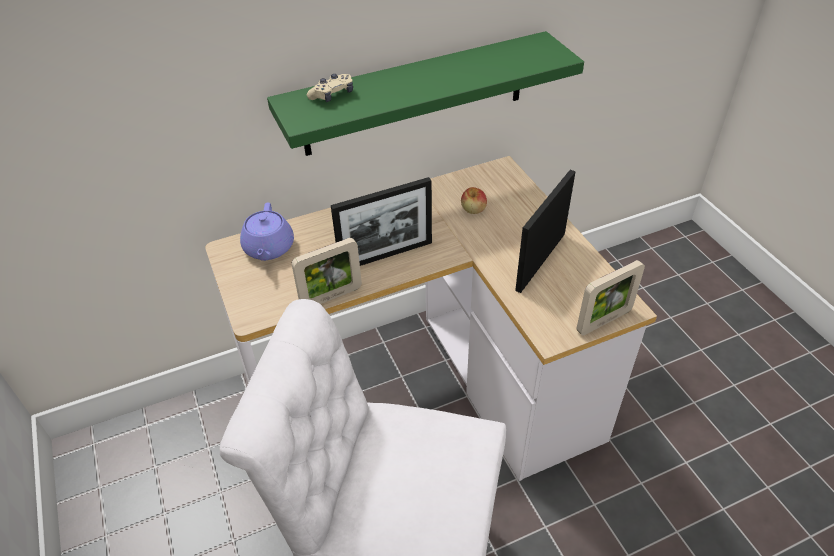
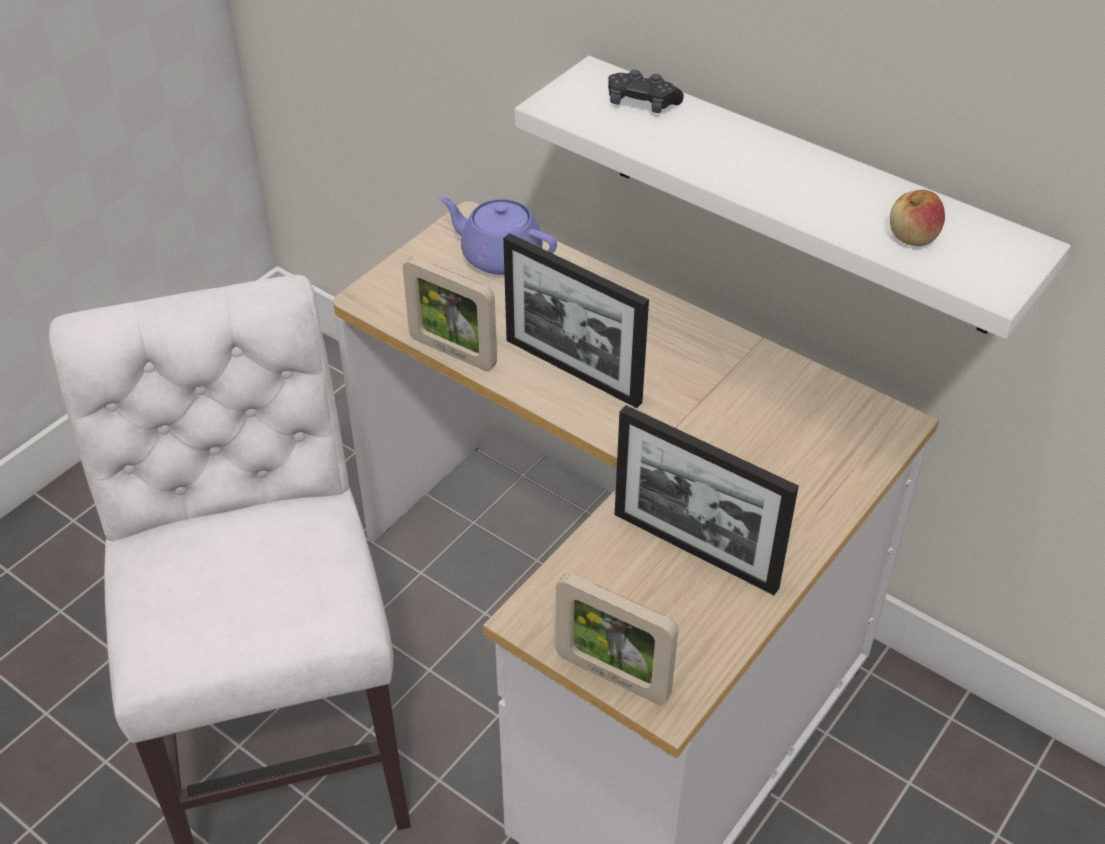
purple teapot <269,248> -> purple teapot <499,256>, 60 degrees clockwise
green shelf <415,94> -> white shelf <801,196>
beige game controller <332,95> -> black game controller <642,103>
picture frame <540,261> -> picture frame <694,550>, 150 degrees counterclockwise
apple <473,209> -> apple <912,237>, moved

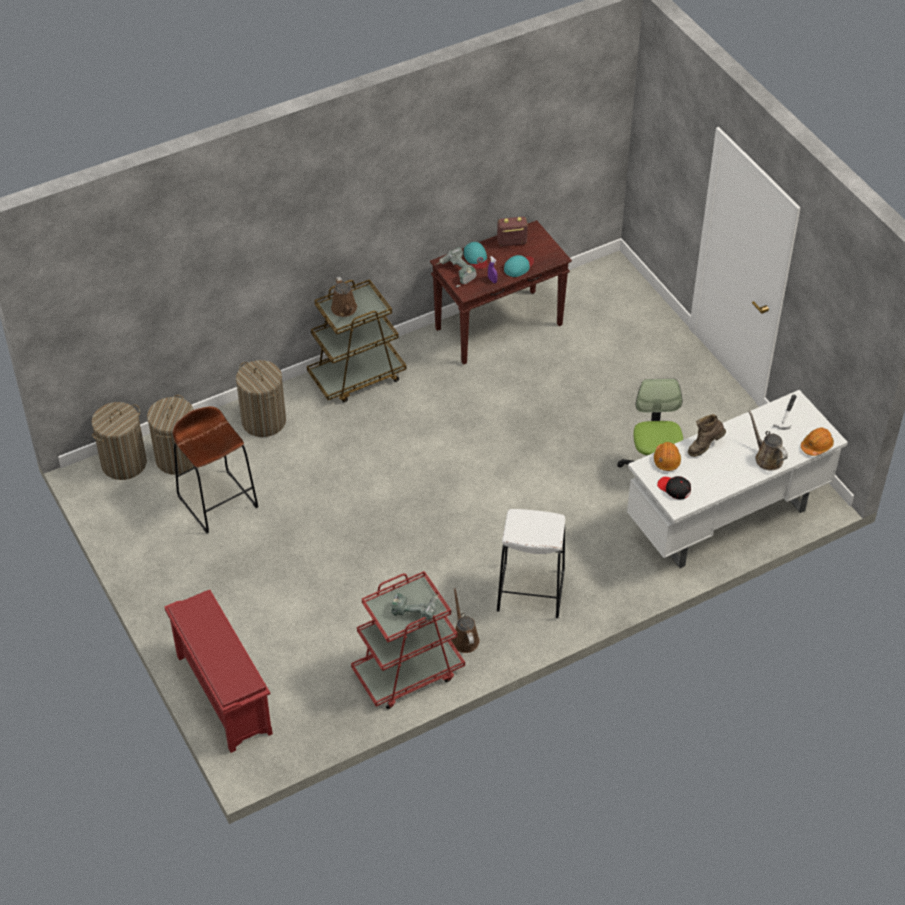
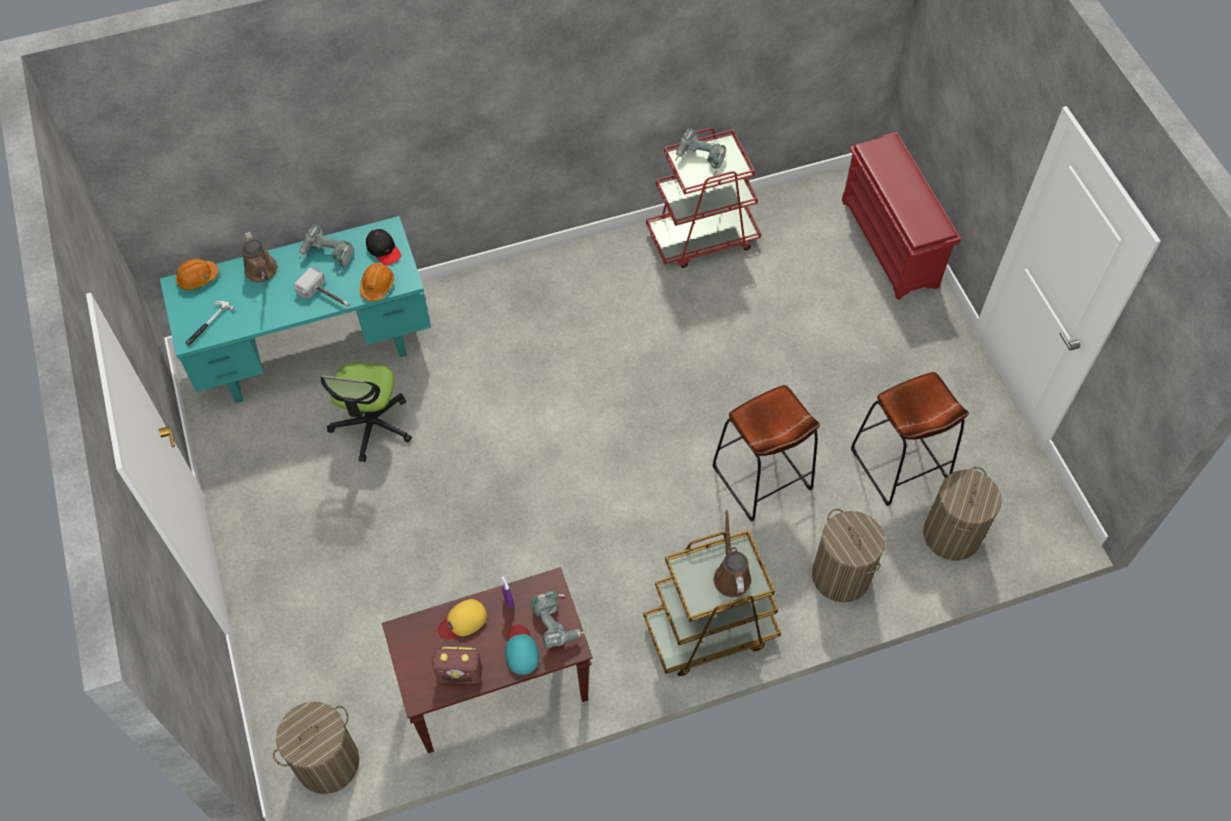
white desk <727,520> -> turquoise desk <315,351>
laundry basket <124,463> -> laundry basket <328,762>, moved
brown boot <704,446> -> hammer <326,296>
none -> power drill <327,256>
turquoise cap <518,267> -> yellow cap <463,621>
none -> brown stool <761,478>
brown watering can <464,638> -> none
white stool <530,591> -> none

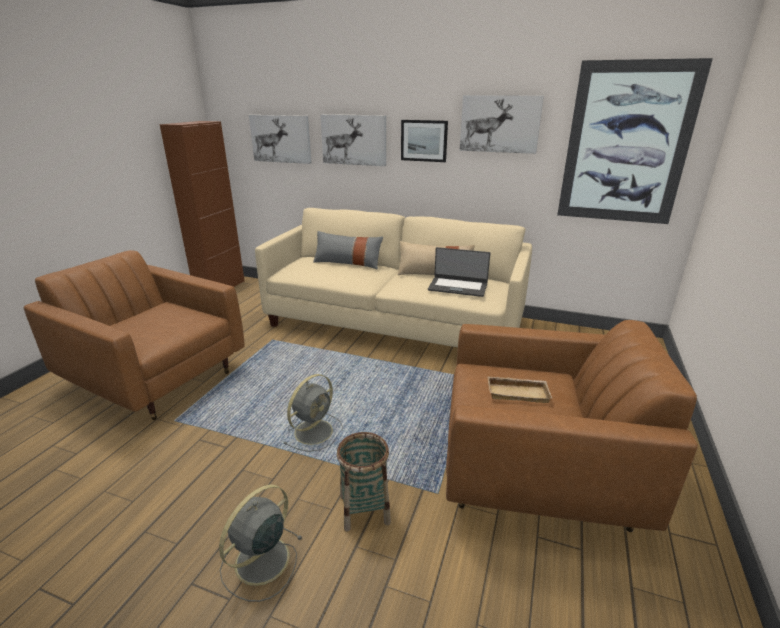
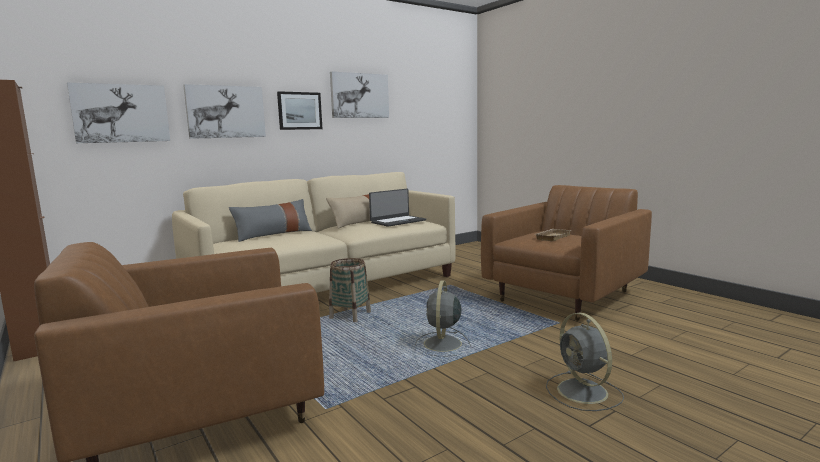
basket <365,509> -> basket <350,315>, moved
grey fan <315,431> -> grey fan <442,345>, 150 degrees counterclockwise
picture <626,145> -> none

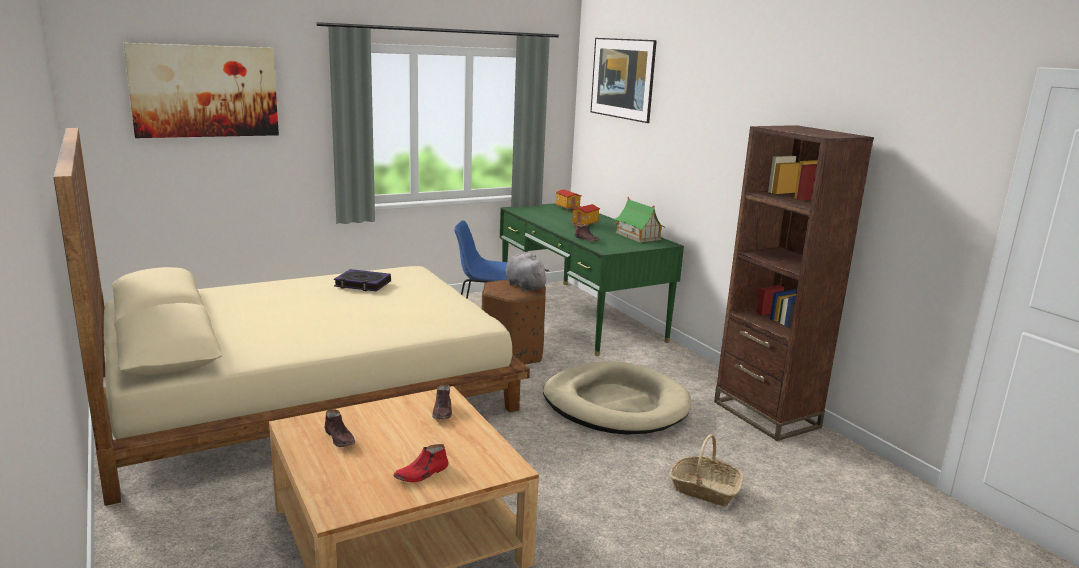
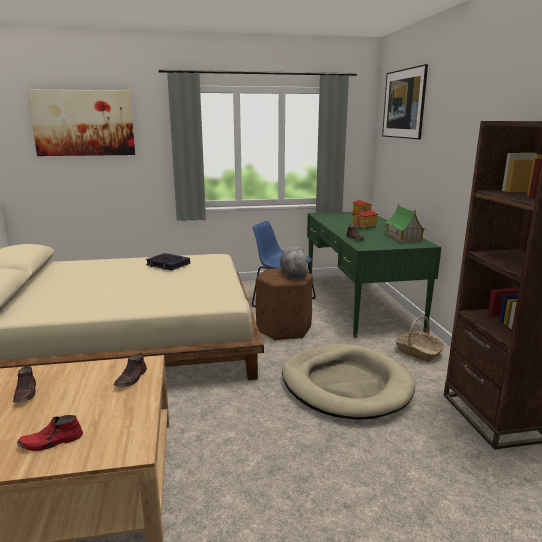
basket <704,489> -> basket <418,352>, moved

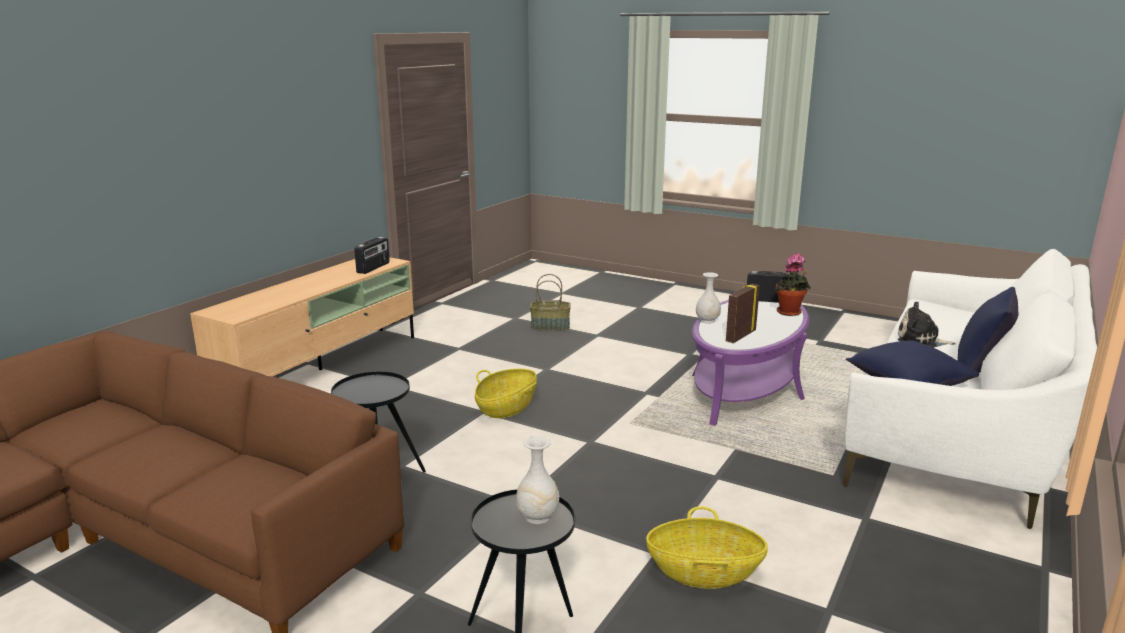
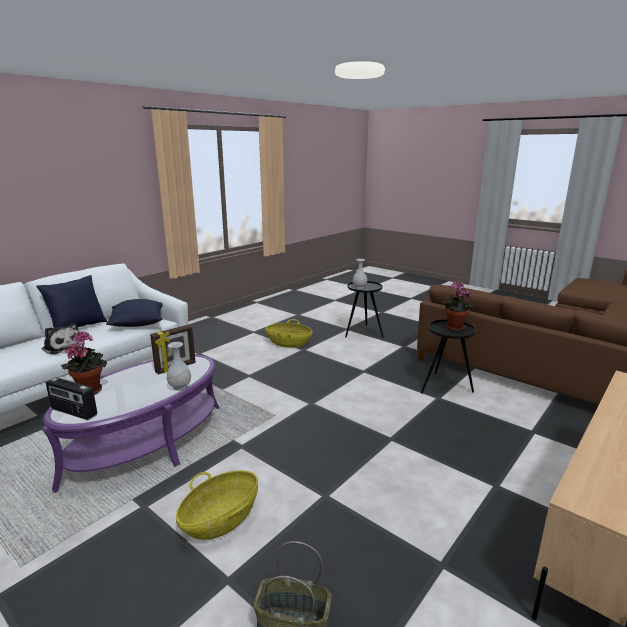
basket <506,407> -> basket <221,519>, moved
none -> potted plant <454,328>
radio <374,268> -> none

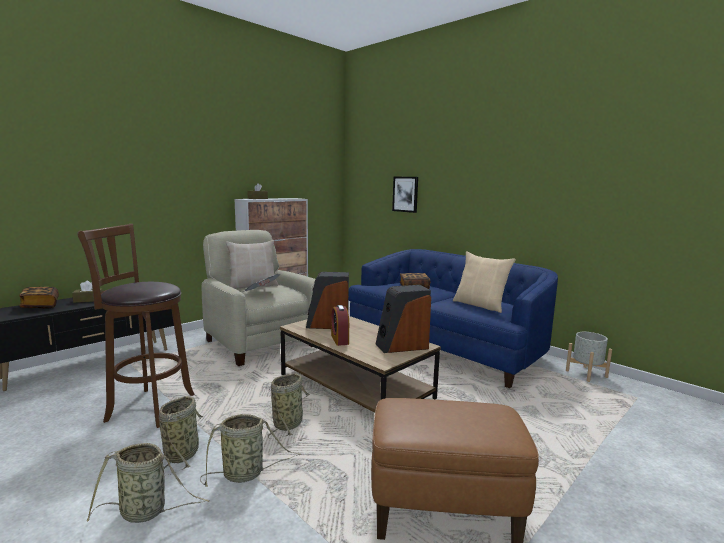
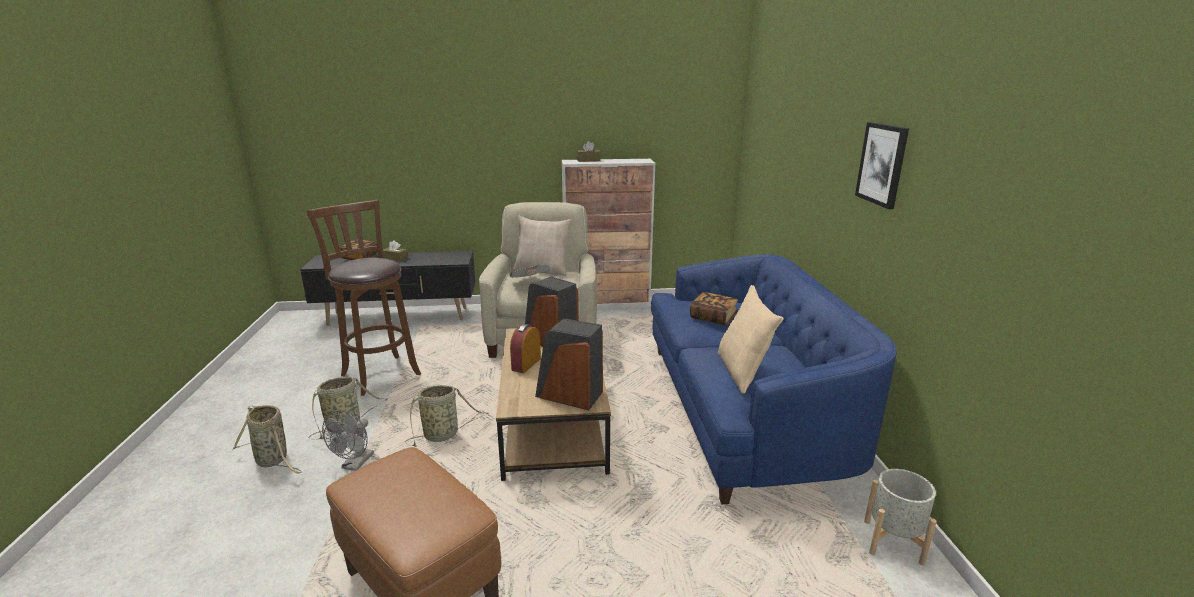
basket <246,474> -> grey fan <355,464>
picture <405,194> -> picture <882,164>, moved

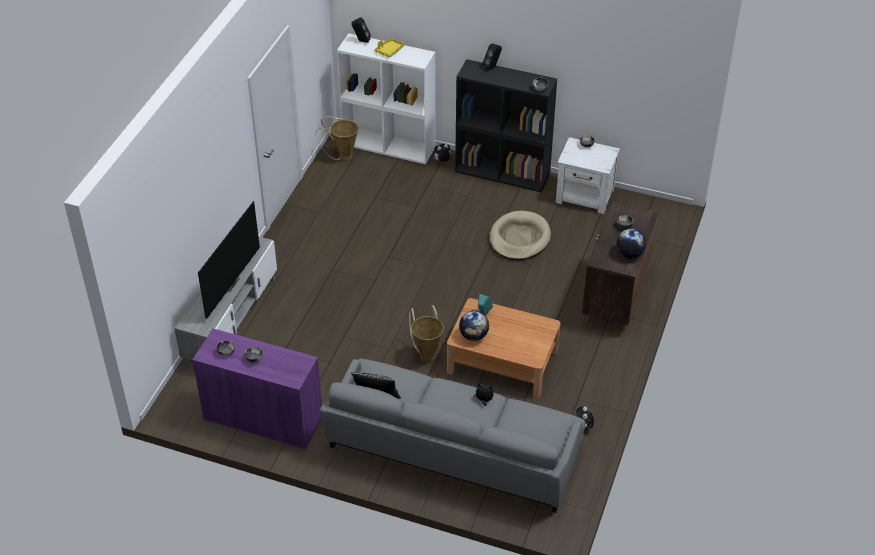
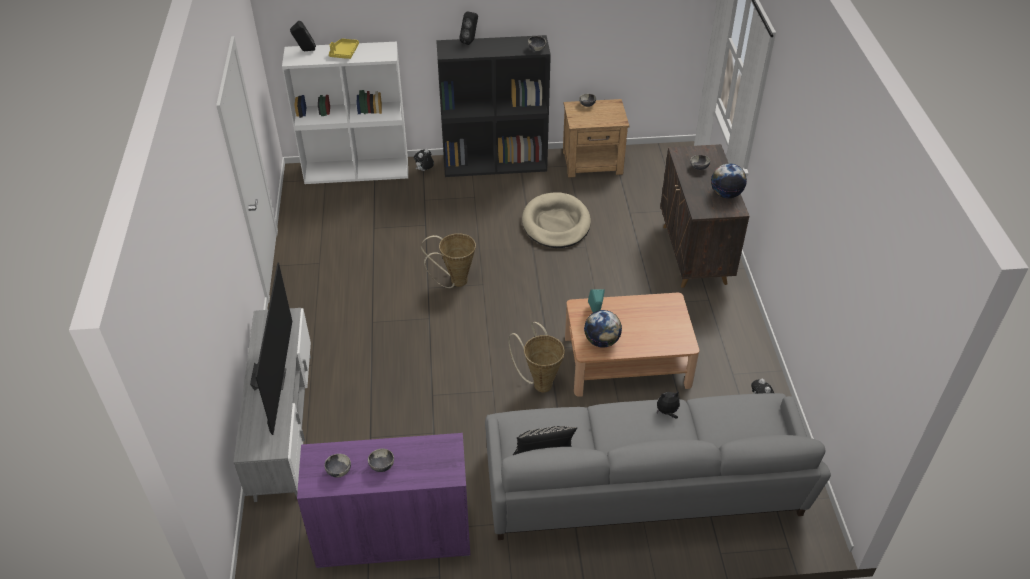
basket <342,157> -> basket <454,282>, moved
white nightstand <585,197> -> brown nightstand <593,163>

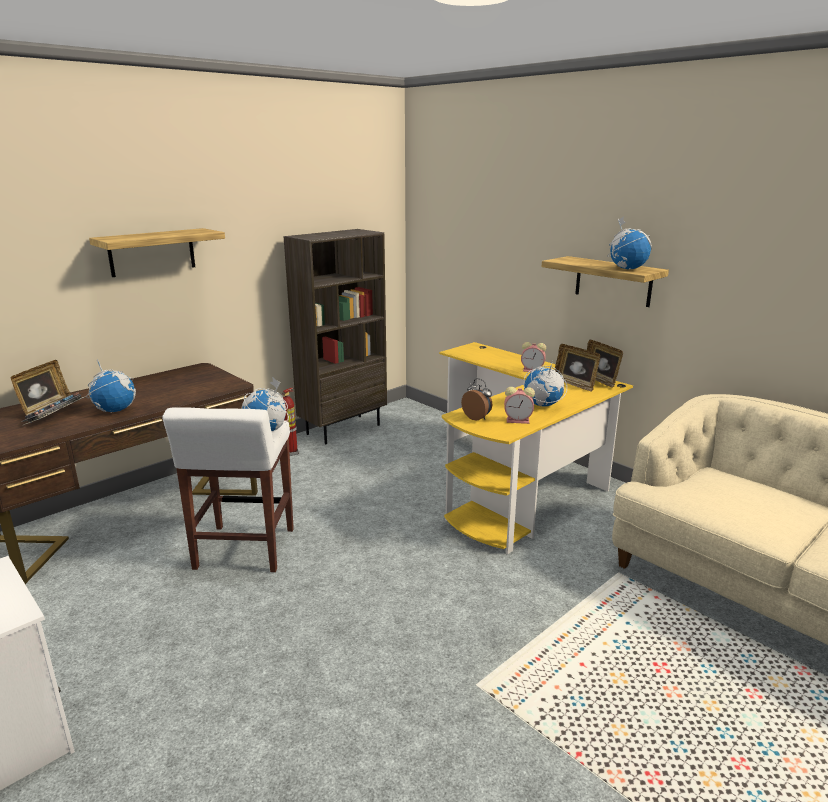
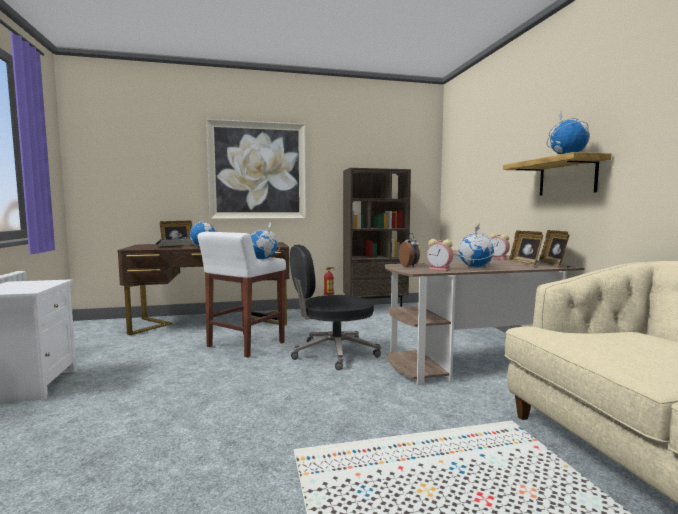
shelf <152,252> -> picture <258,171>
none -> black office chair <333,353>
yellow desk <519,482> -> brown desk <477,351>

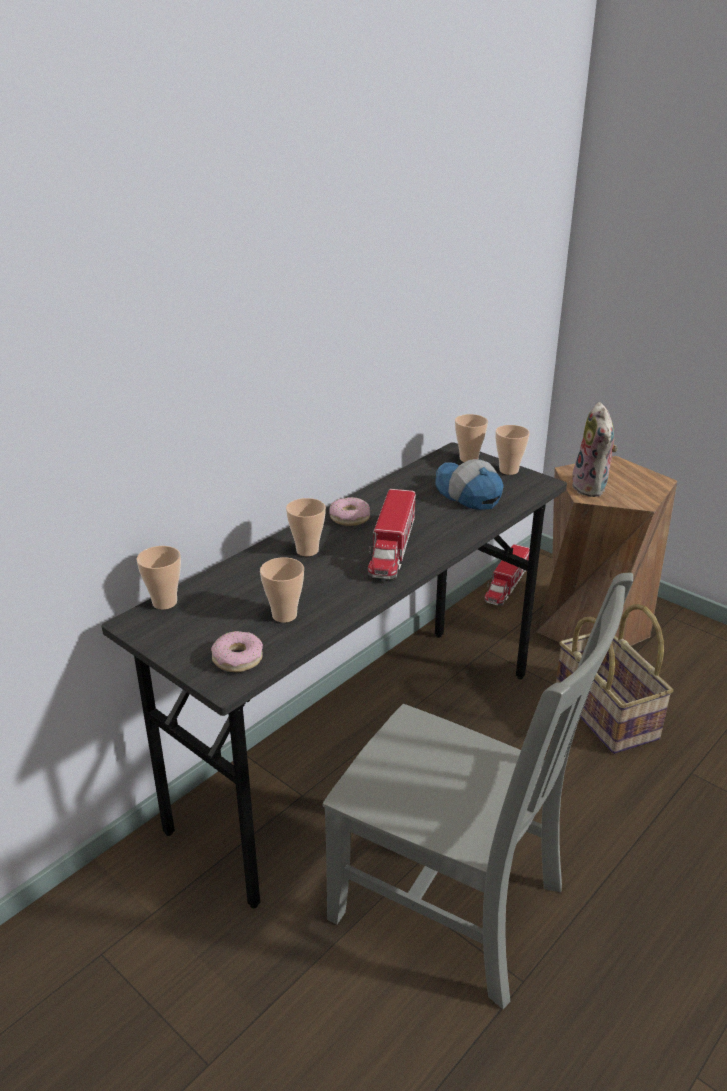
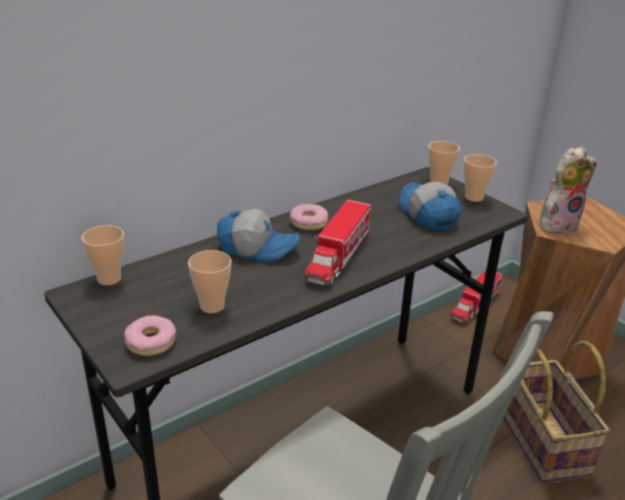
cup <307,550> -> cap <258,248>
plush toy <592,488> -> plush toy <558,224>, 120 degrees counterclockwise

